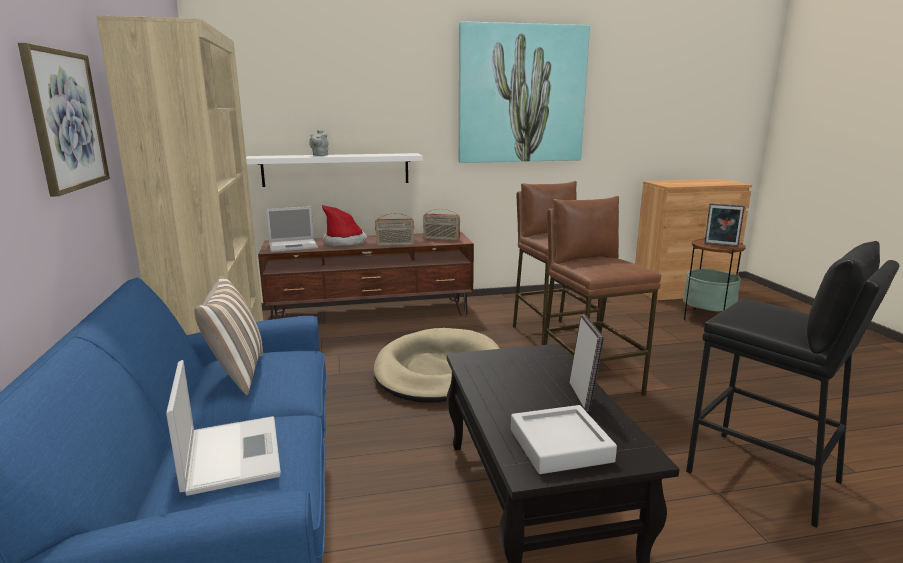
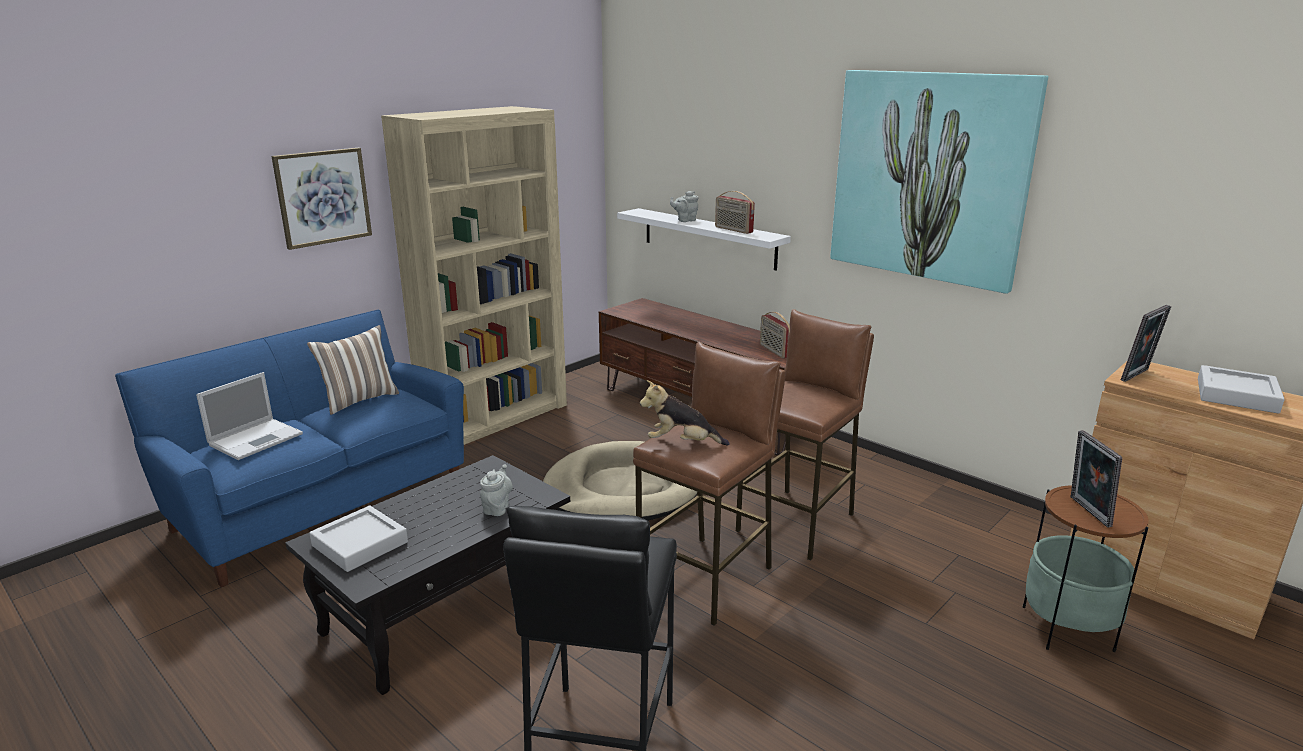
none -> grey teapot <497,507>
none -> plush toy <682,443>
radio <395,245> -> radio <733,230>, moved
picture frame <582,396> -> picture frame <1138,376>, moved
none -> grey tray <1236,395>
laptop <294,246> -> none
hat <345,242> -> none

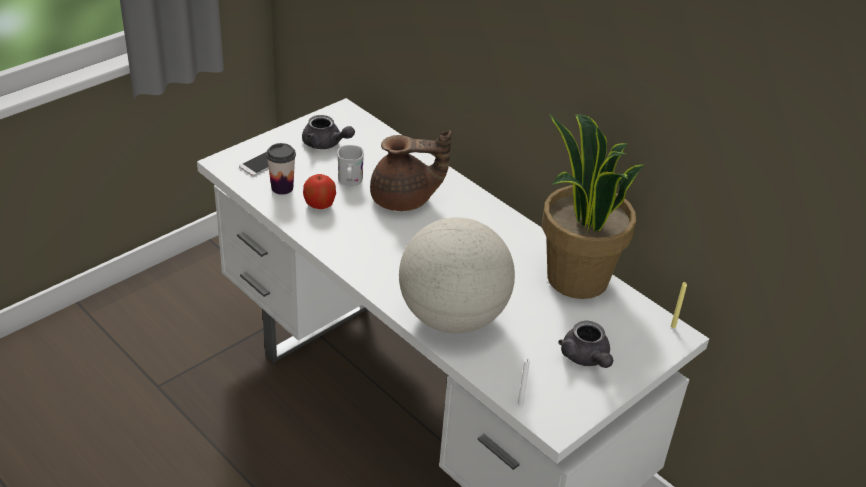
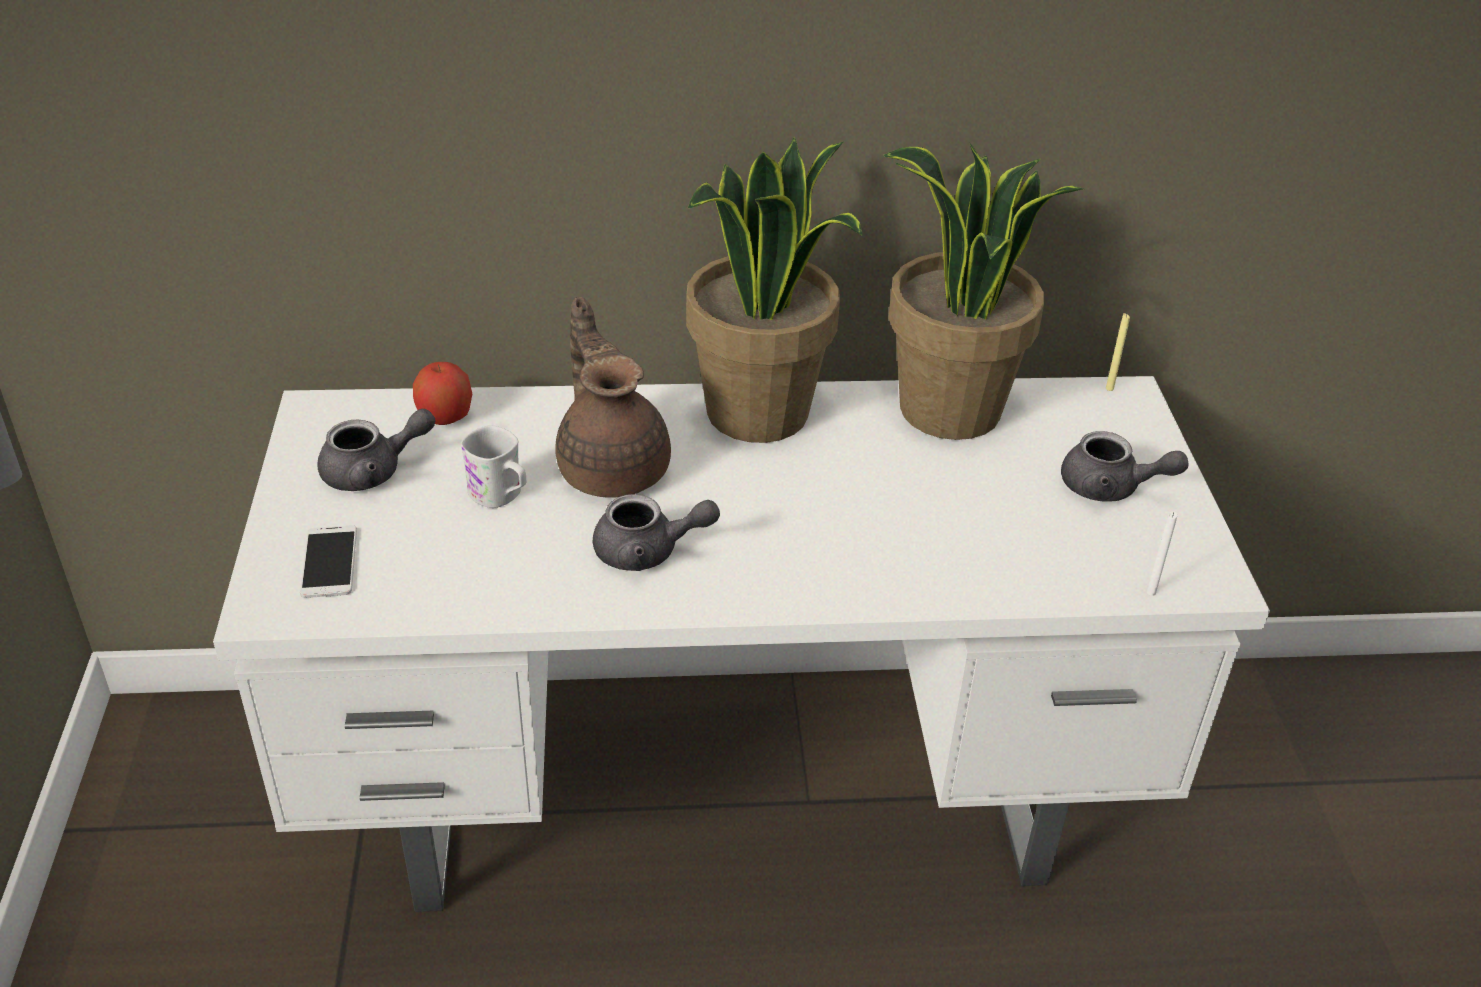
apple <319,205> -> apple <444,418>, moved
brown teapot <404,200> -> brown teapot <612,467>, 60 degrees counterclockwise
none -> grey teapot <648,552>
none -> potted plant <759,414>
cup <282,188> -> none
globe <453,317> -> none

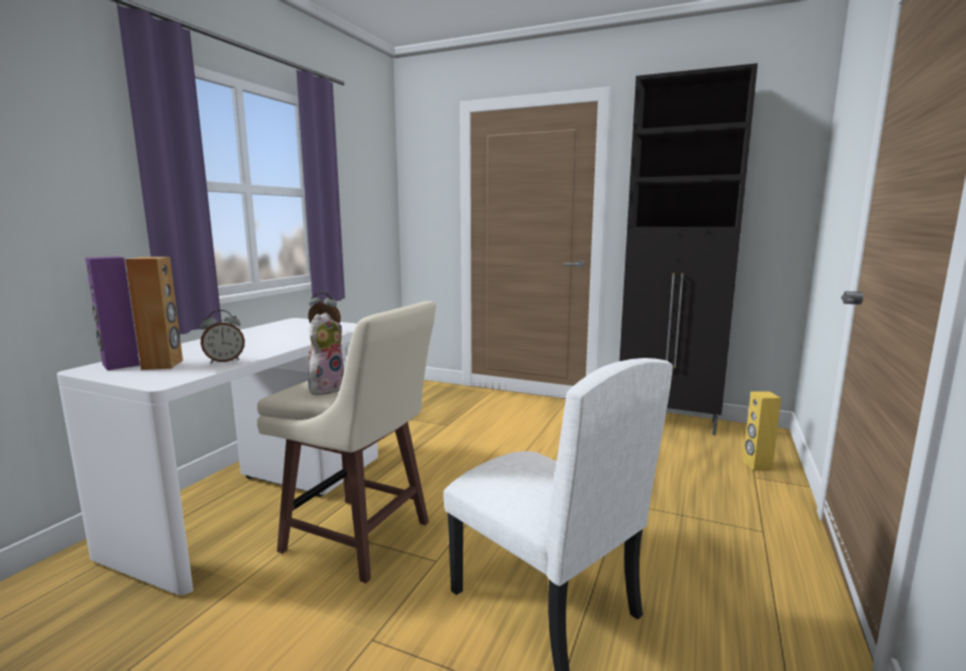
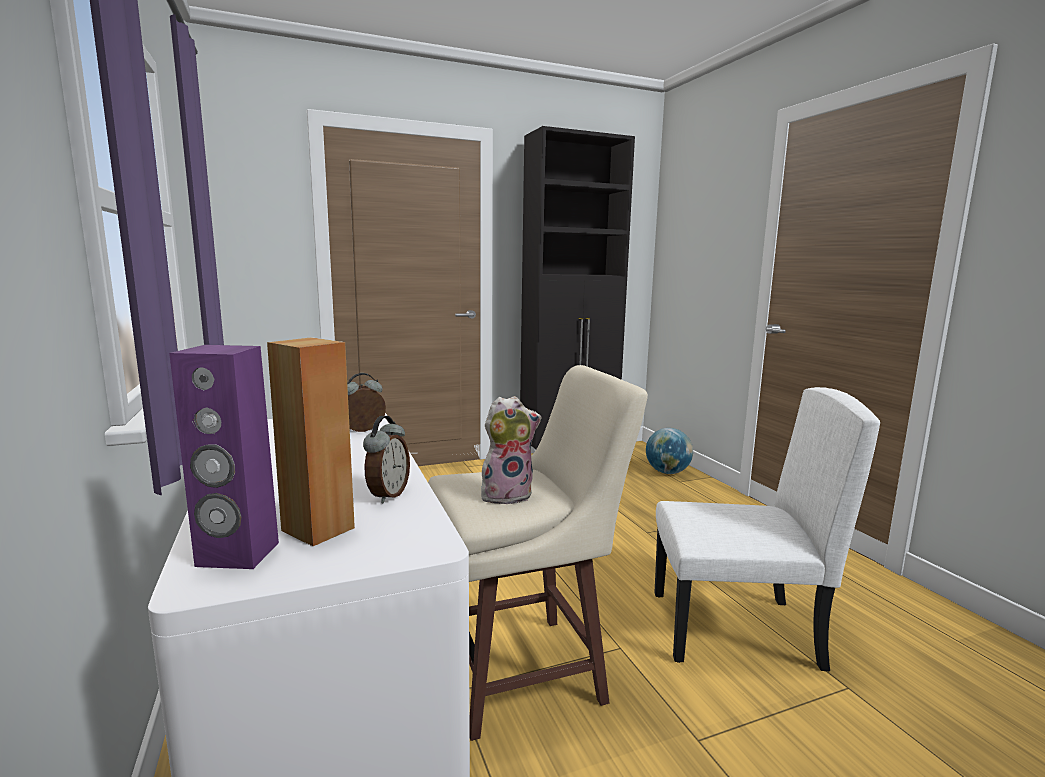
plush toy <326,388> -> plush toy <507,495>, 90 degrees clockwise
yellow speaker <756,465> -> globe <667,472>

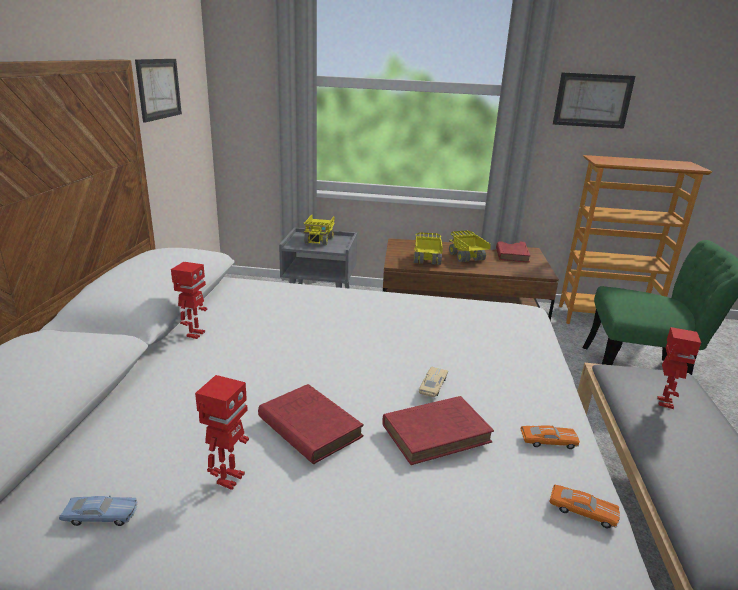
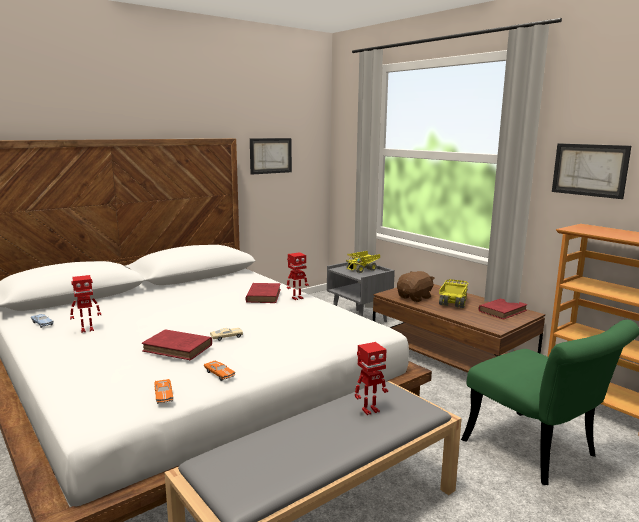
red book <308,426> -> red book <264,295>, moved
toy robot <194,334> -> toy robot <297,298>, moved
toy truck <426,260> -> brown plush toy <415,297>

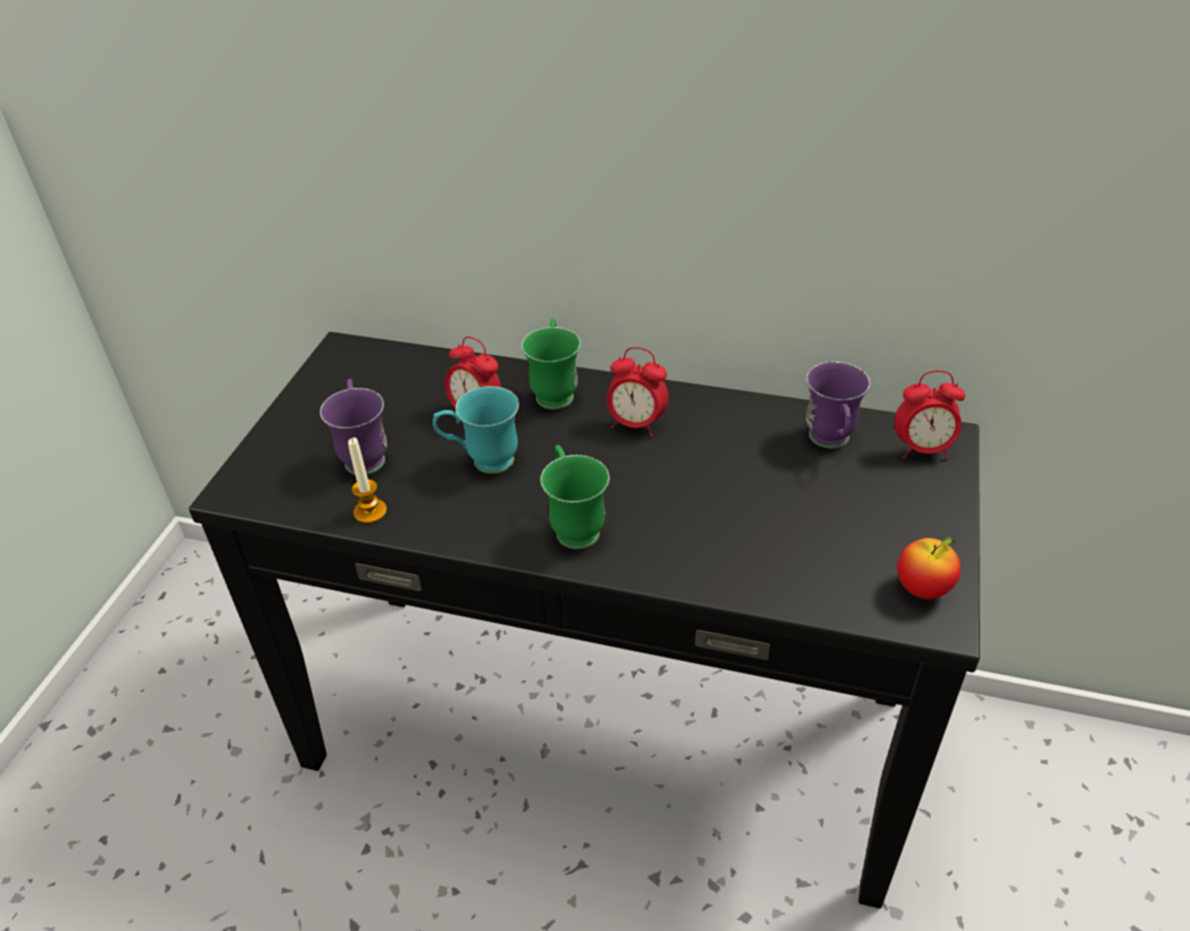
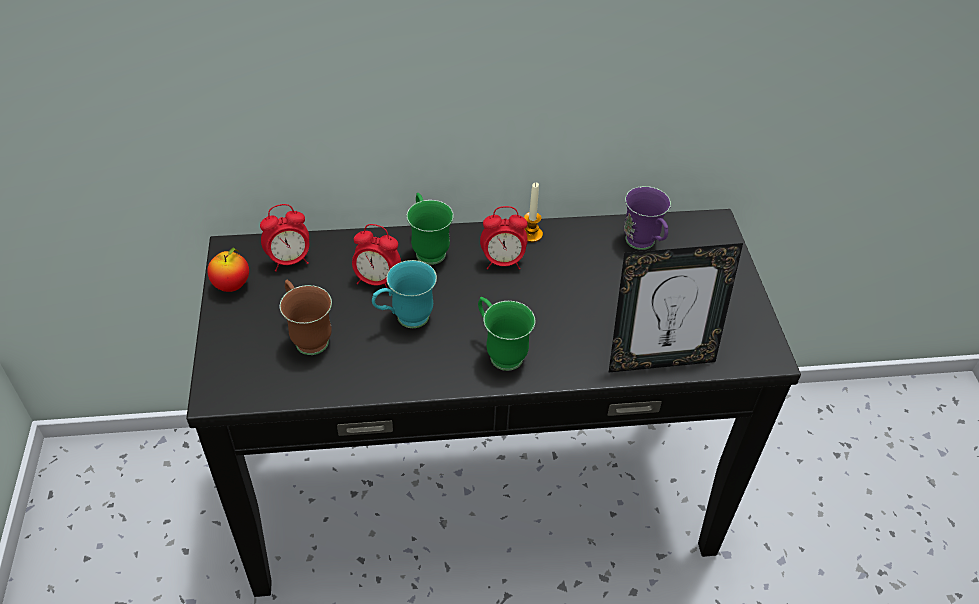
apple <922,589> -> apple <232,285>, moved
alarm clock <922,449> -> alarm clock <289,261>, moved
purple mug <364,454> -> brown mug <307,337>
candle <370,512> -> candle <531,234>, moved
none -> picture frame <659,360>

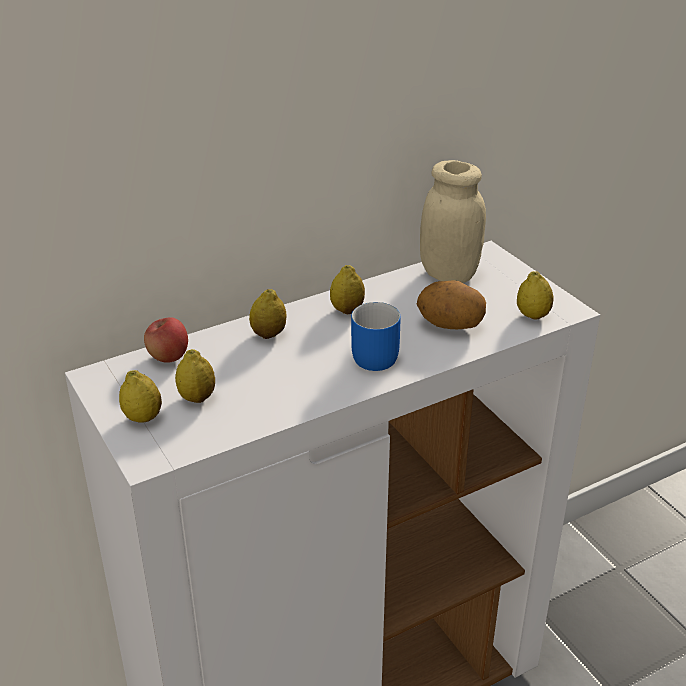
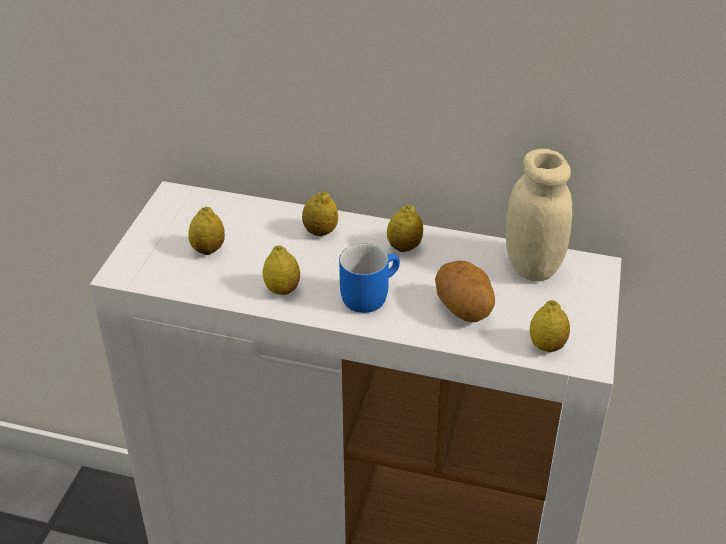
lemon <143,417> -> lemon <282,289>, moved
apple <168,356> -> none

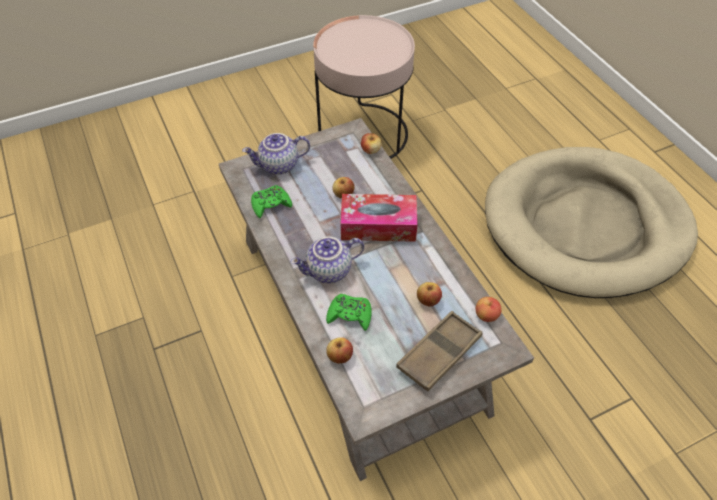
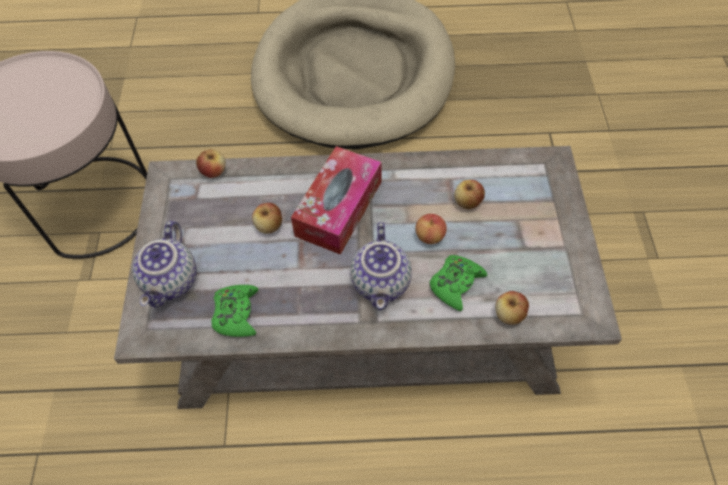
apple <486,315> -> apple <430,236>, moved
brown tray <439,353> -> none

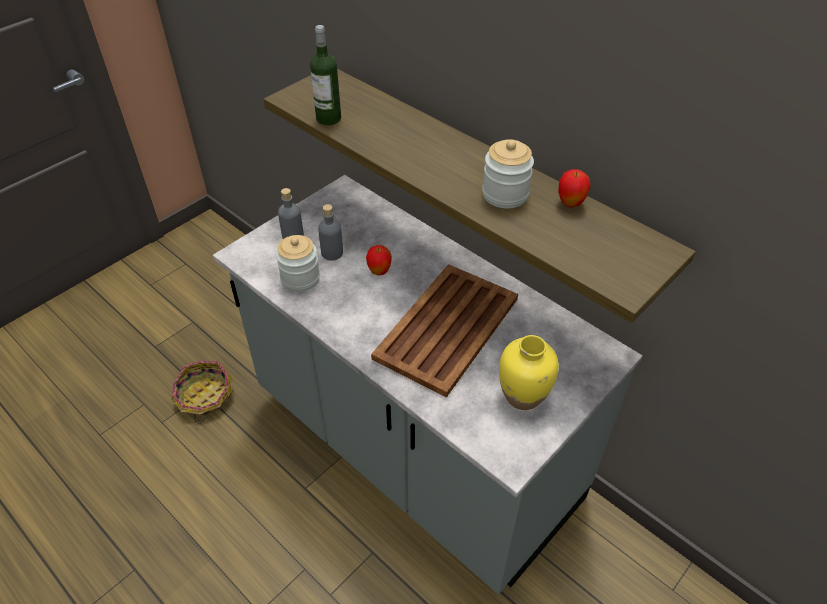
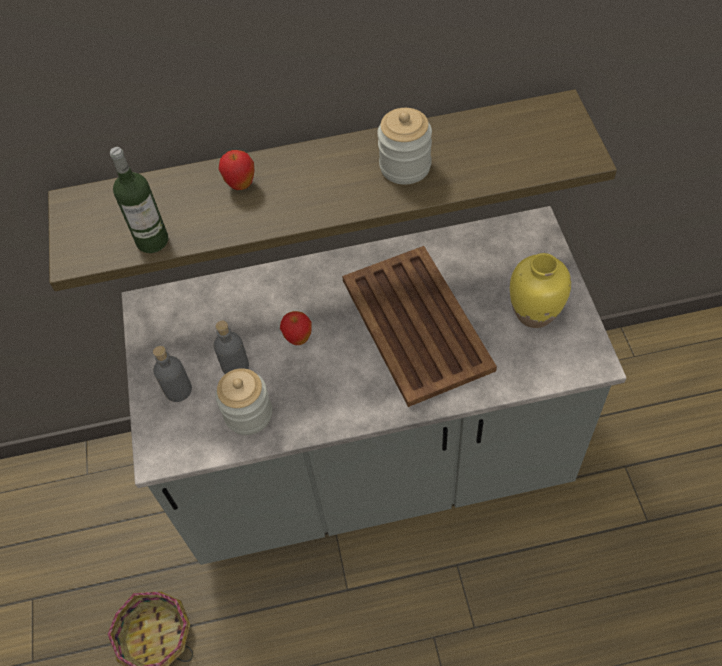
apple <570,203> -> apple <241,185>, moved

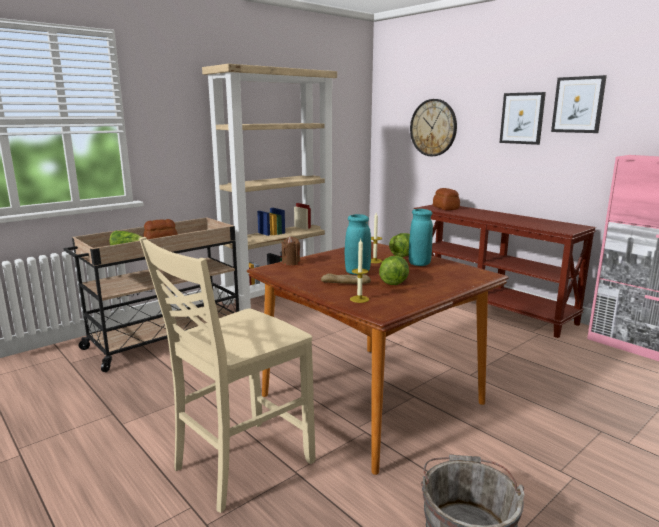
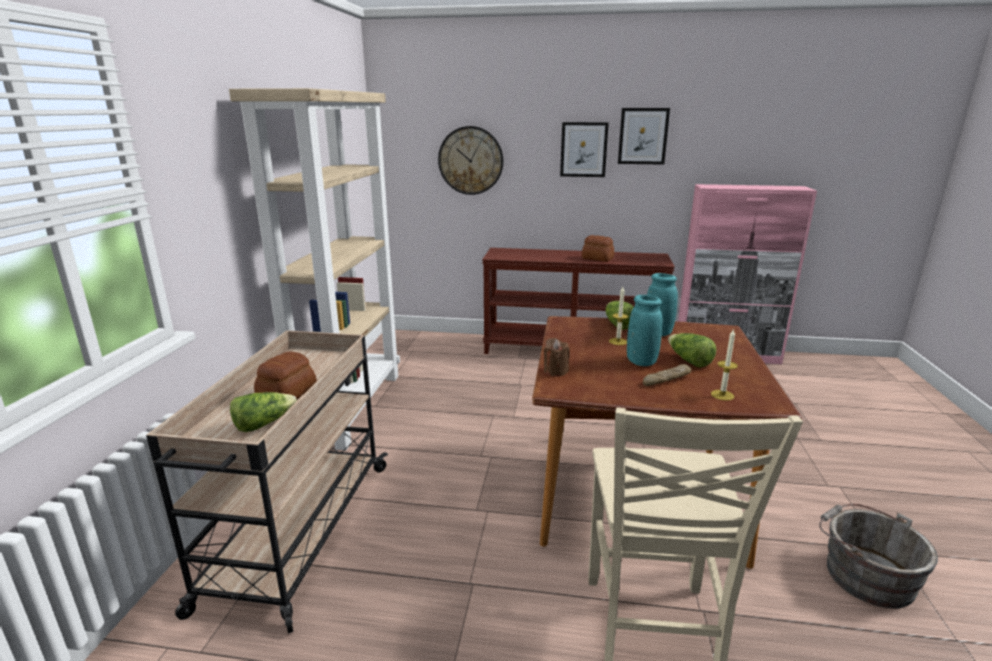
bread <445,208> -> bread <597,259>, moved

